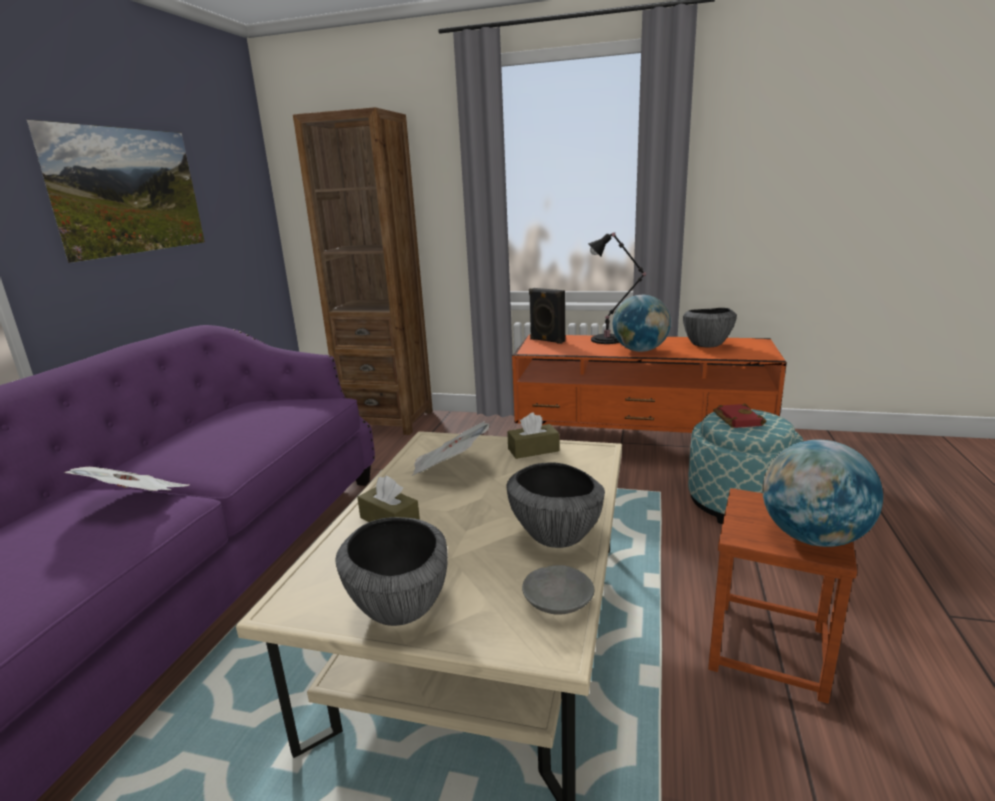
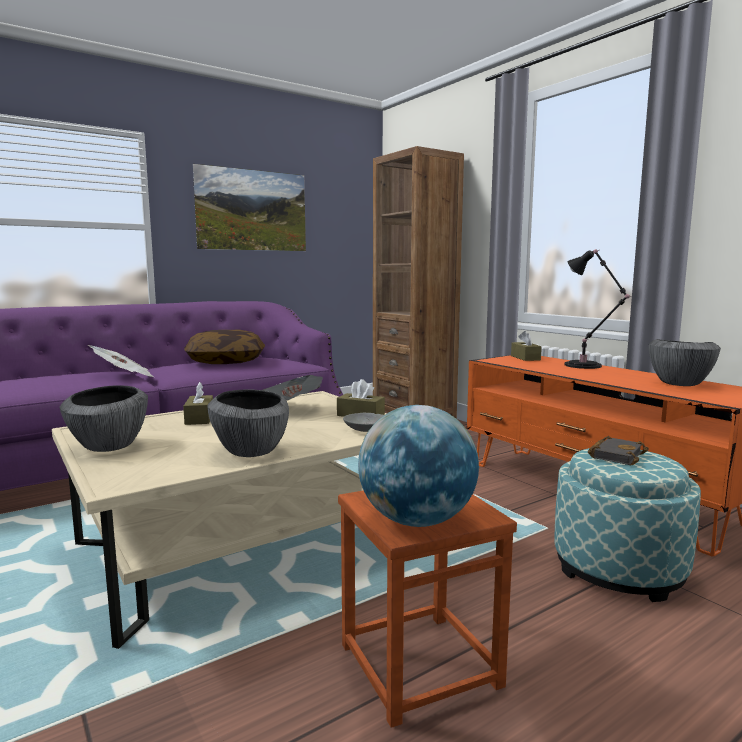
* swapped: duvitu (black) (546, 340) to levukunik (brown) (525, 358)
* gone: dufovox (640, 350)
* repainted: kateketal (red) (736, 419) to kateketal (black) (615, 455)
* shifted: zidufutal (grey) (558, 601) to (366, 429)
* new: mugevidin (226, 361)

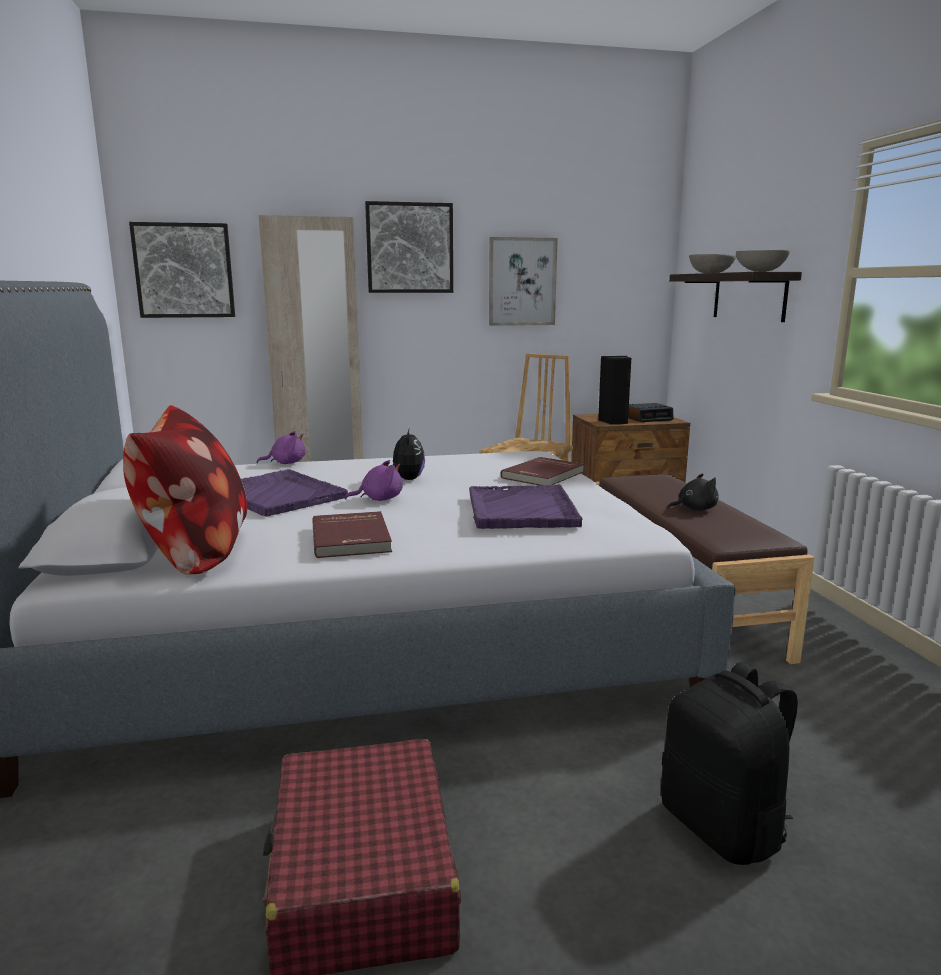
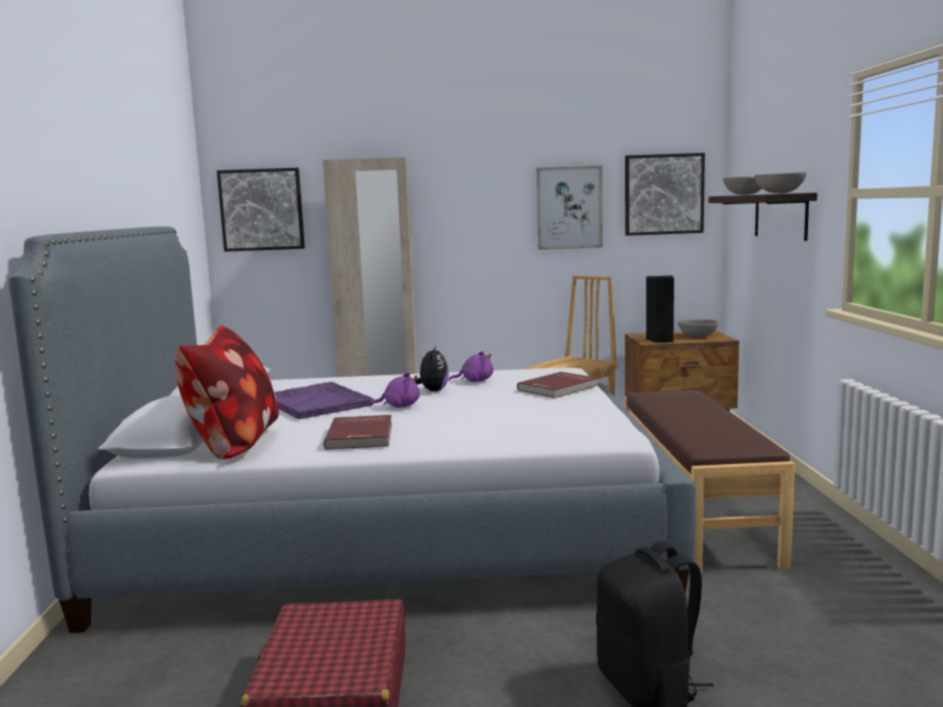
* shifted: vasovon (409, 248) to (663, 194)
* swapped: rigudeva (647, 418) to zidufutal (grey) (697, 336)
* shifted: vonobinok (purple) (286, 463) to (474, 381)
* gone: vonobinok (black) (694, 509)
* gone: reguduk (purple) (521, 510)

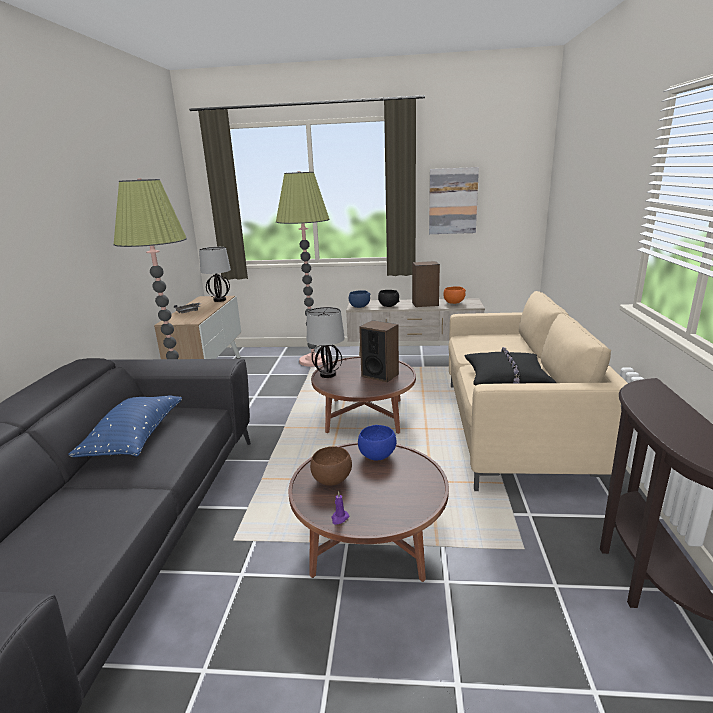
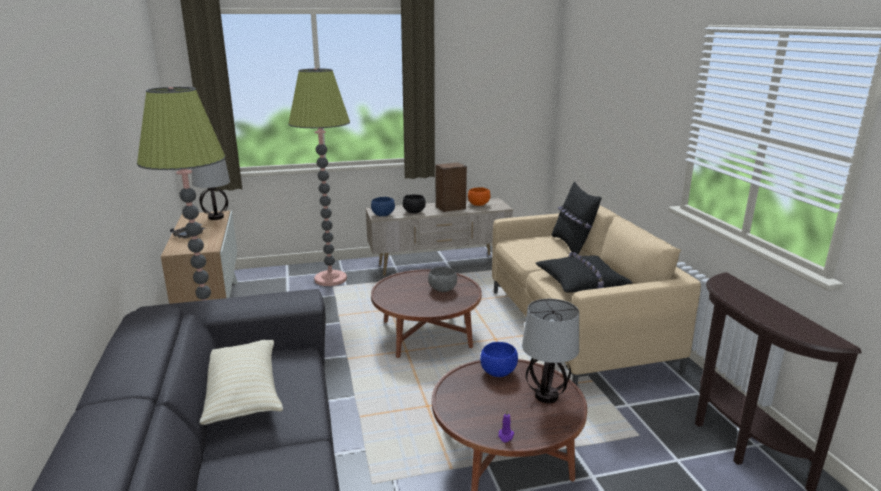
* gone: vasovon (453, 201)
* shifted: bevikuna (327, 375) to (546, 396)
* swapped: duvitu (380, 375) to zidufutal (grey) (443, 289)
* repainted: mugevidin (blue) (134, 439) to mugevidin (beige) (243, 394)
* gone: zidufutal (brown) (331, 480)
* new: mugevidin (black) (572, 245)

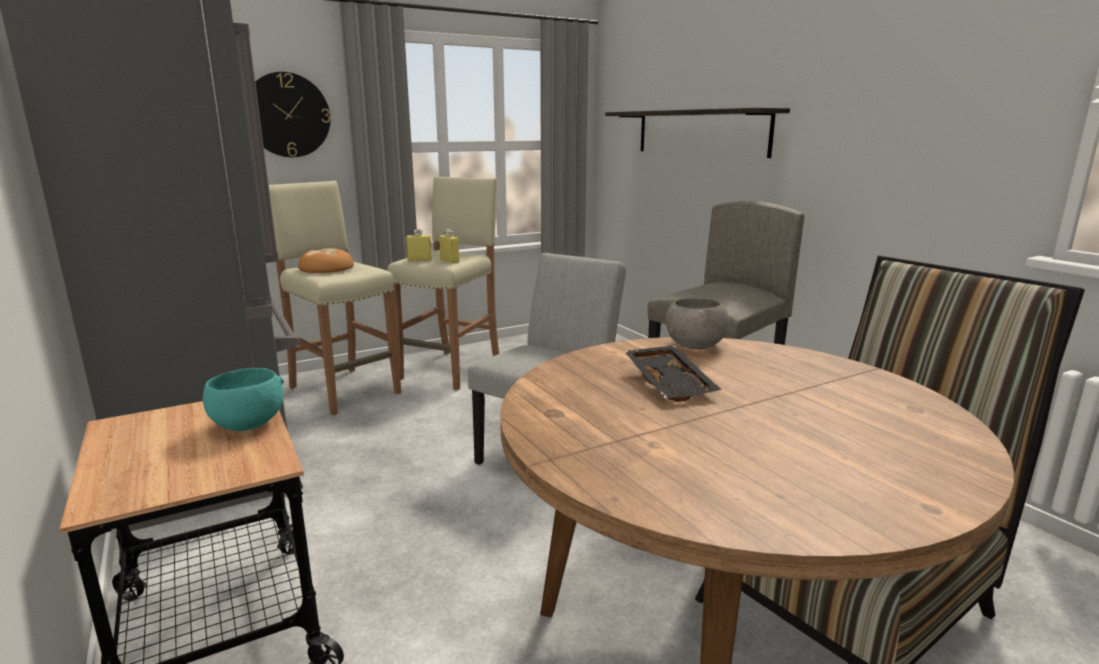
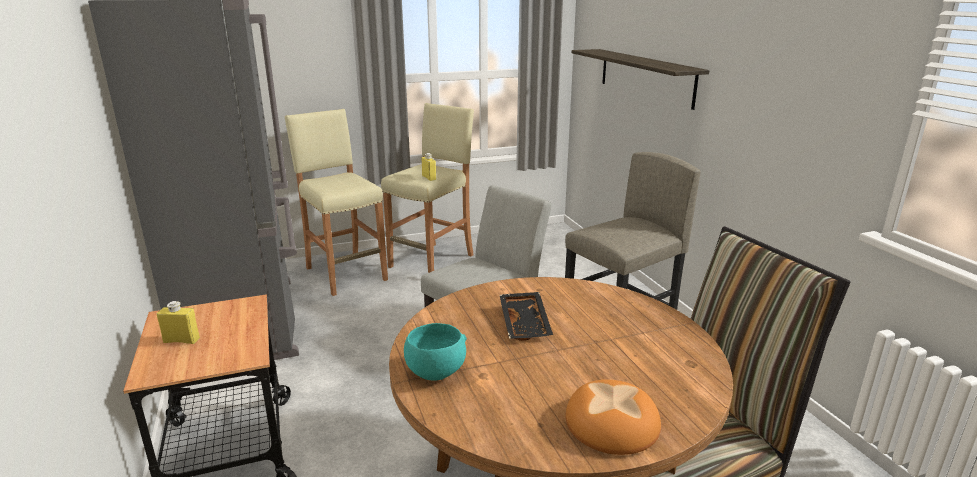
* gone: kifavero (287, 115)
* shifted: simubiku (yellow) (420, 260) to (181, 340)
* shifted: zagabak (326, 268) to (612, 424)
* gone: zidufutal (grey) (696, 345)
* shifted: zidufutal (turquoise) (246, 425) to (434, 372)

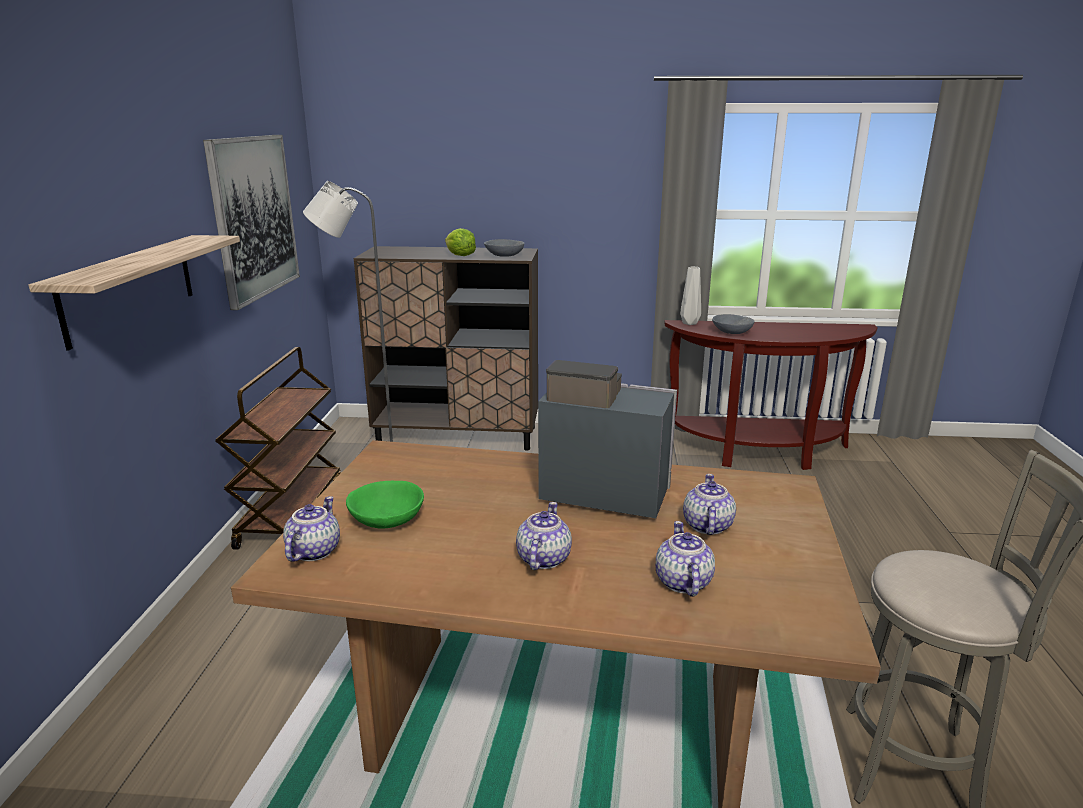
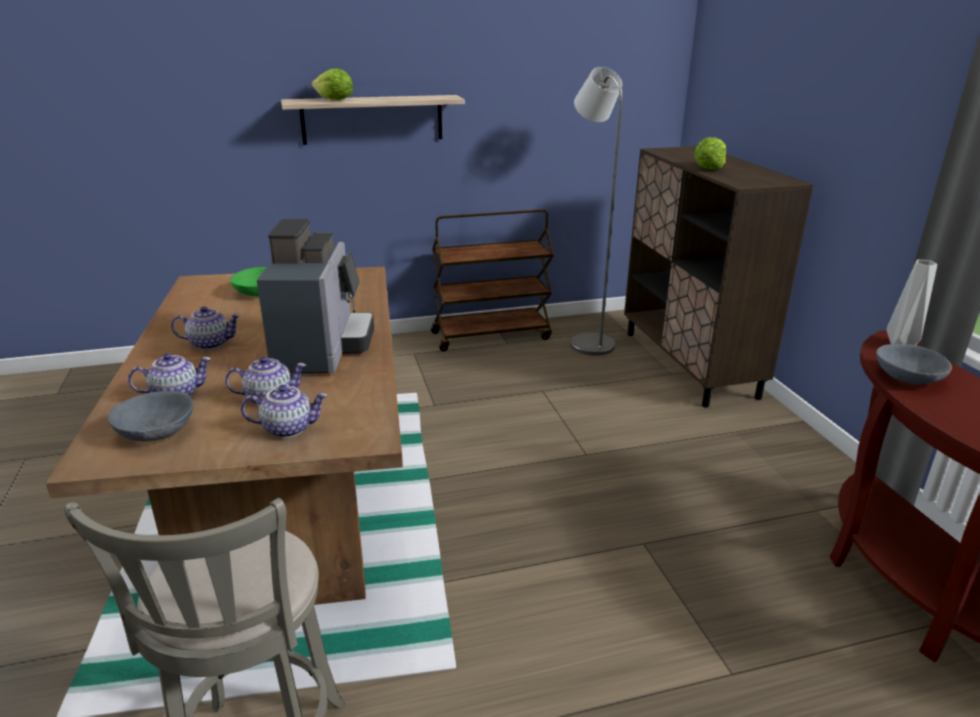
* gone: vasovon (254, 217)
* shifted: zidufutal (grey) (503, 255) to (156, 431)
* shifted: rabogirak (313, 551) to (289, 428)
* new: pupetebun (334, 100)

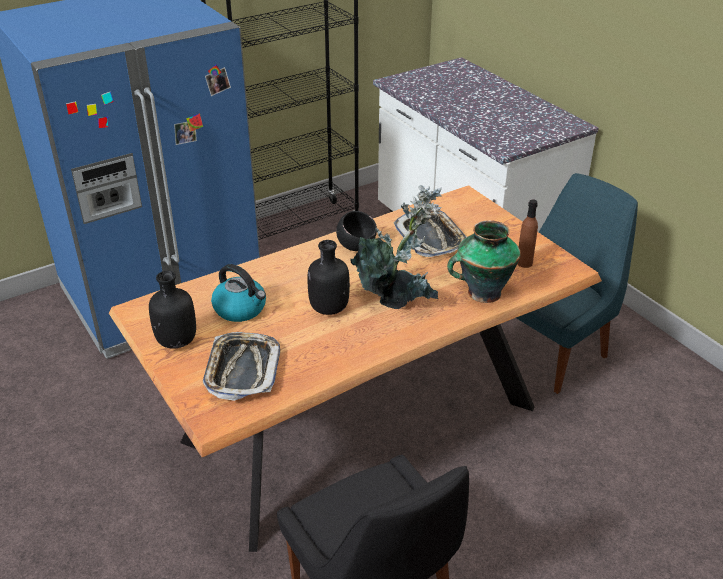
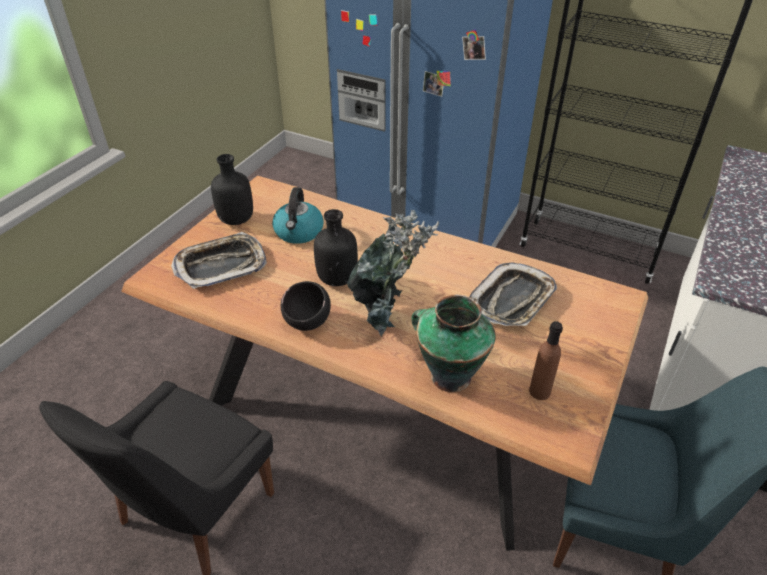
* shifted: zidufutal (black) (356, 246) to (308, 322)

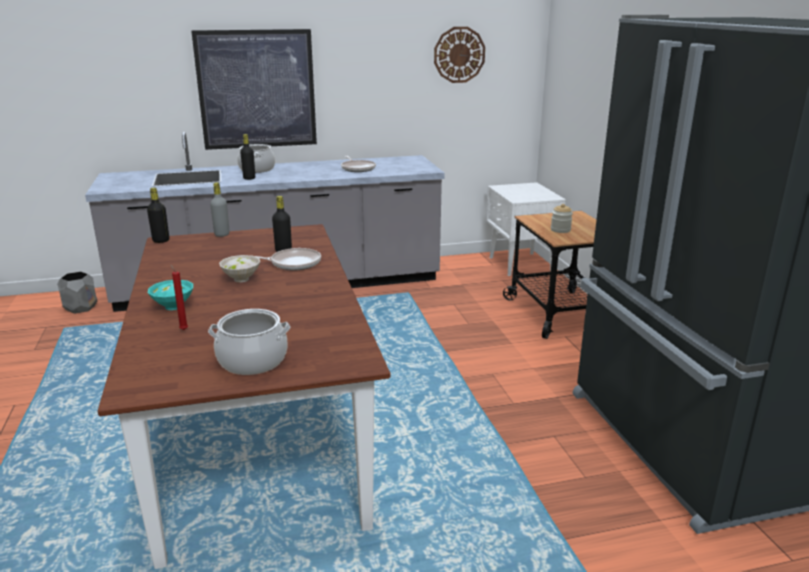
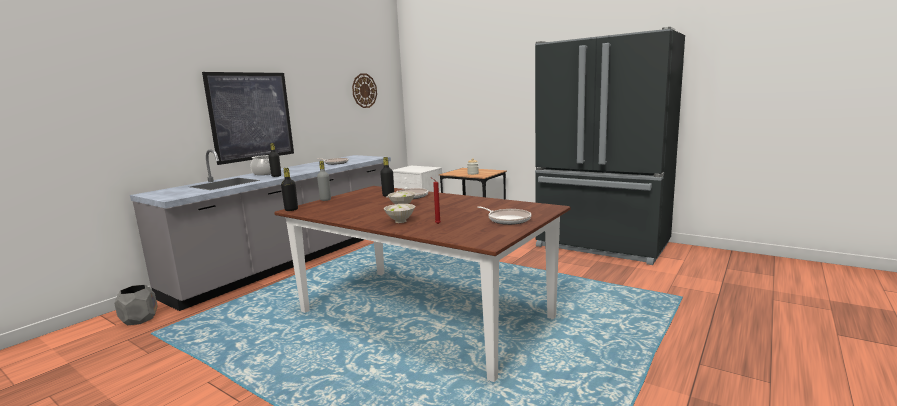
* repainted: zidufutal (turquoise) (174, 306) to zidufutal (white) (401, 221)
* swapped: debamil (253, 360) to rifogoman (507, 219)

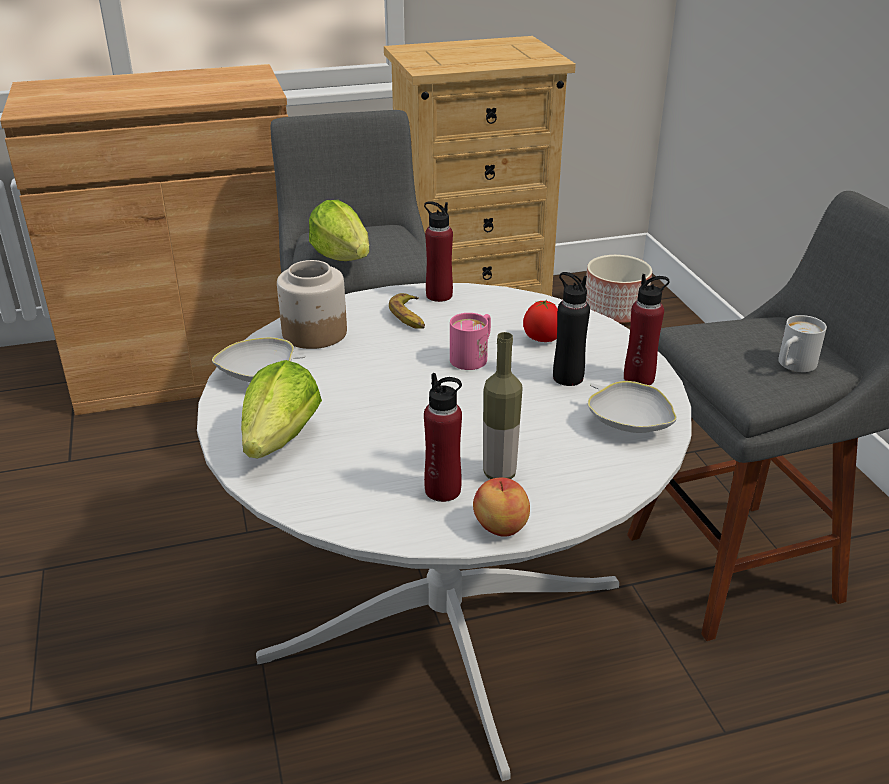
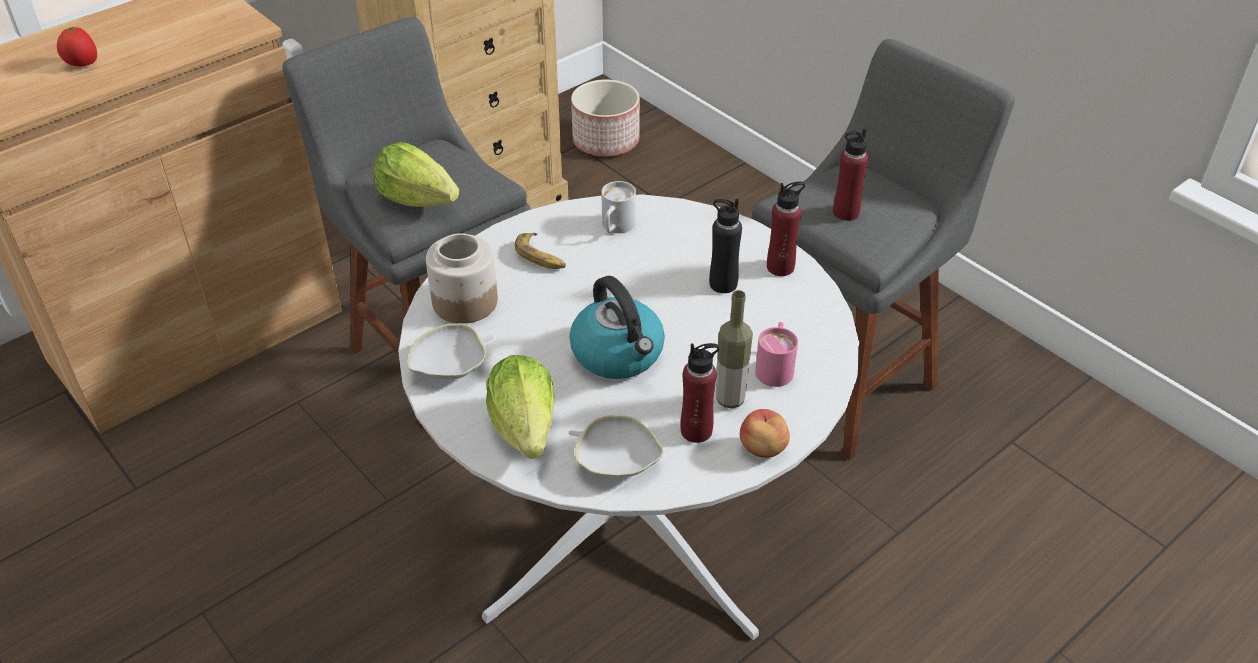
* shifted: simubiku (red) (439, 295) to (845, 212)
* shifted: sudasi (541, 340) to (82, 64)
* shifted: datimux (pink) (473, 356) to (775, 367)
* shifted: datimux (white) (793, 366) to (616, 228)
* shifted: zidufutal (white) (628, 423) to (615, 460)
* new: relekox (618, 354)

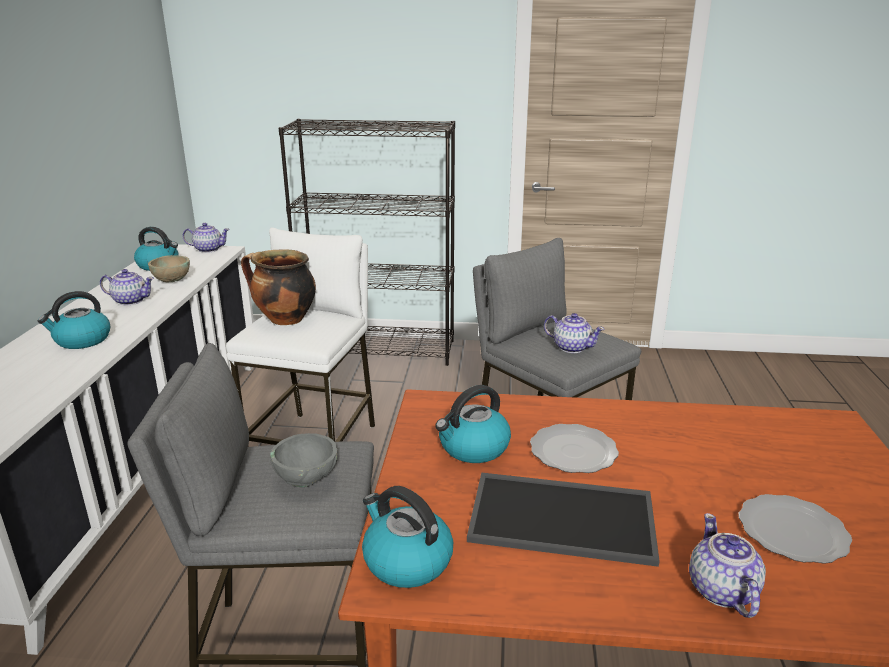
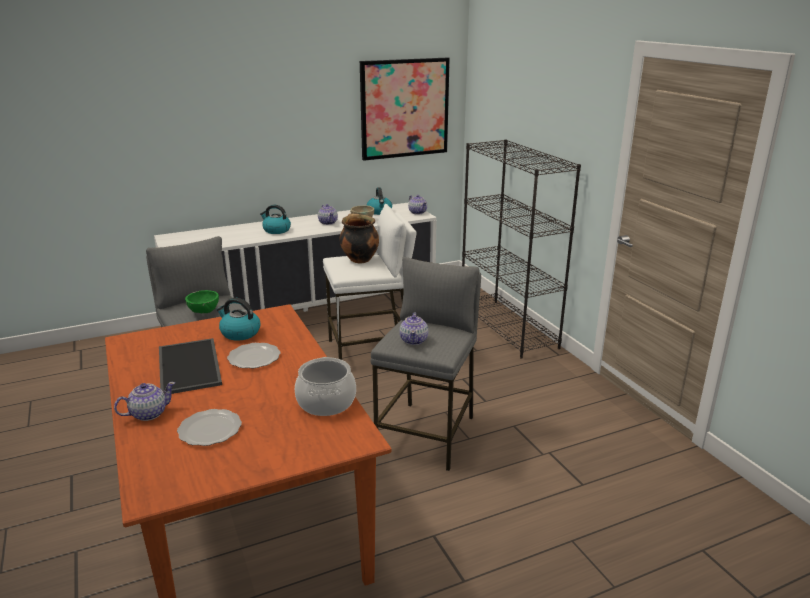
* repainted: zidufutal (grey) (307, 479) to zidufutal (green) (204, 312)
* gone: relekox (406, 561)
* new: vasovon (404, 108)
* new: debamil (325, 402)

